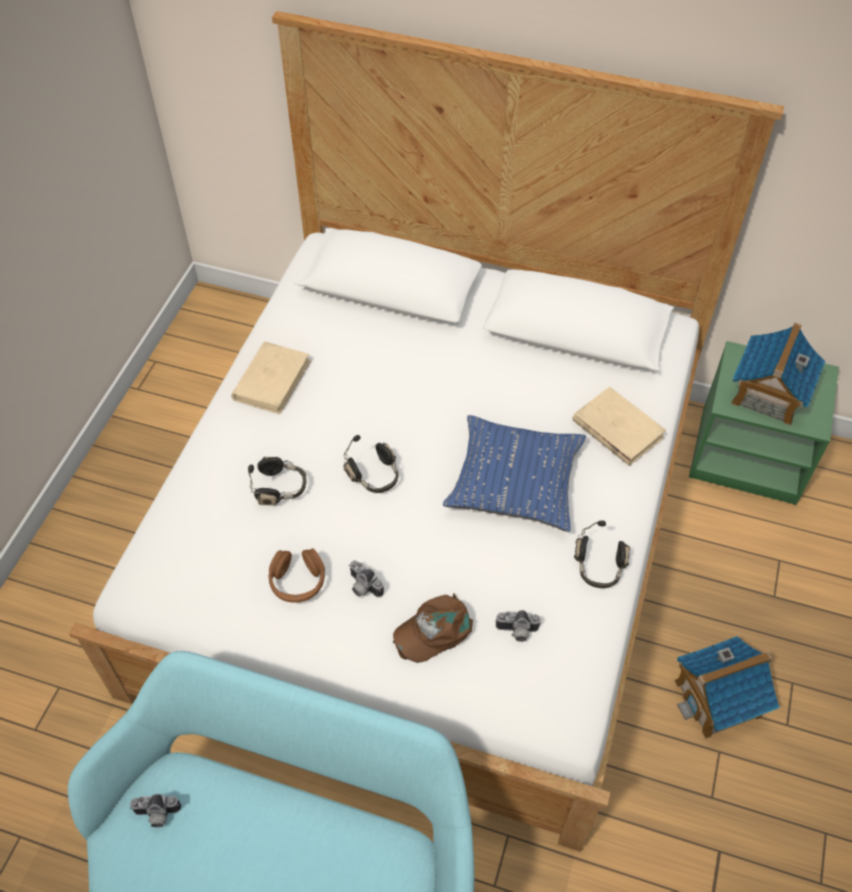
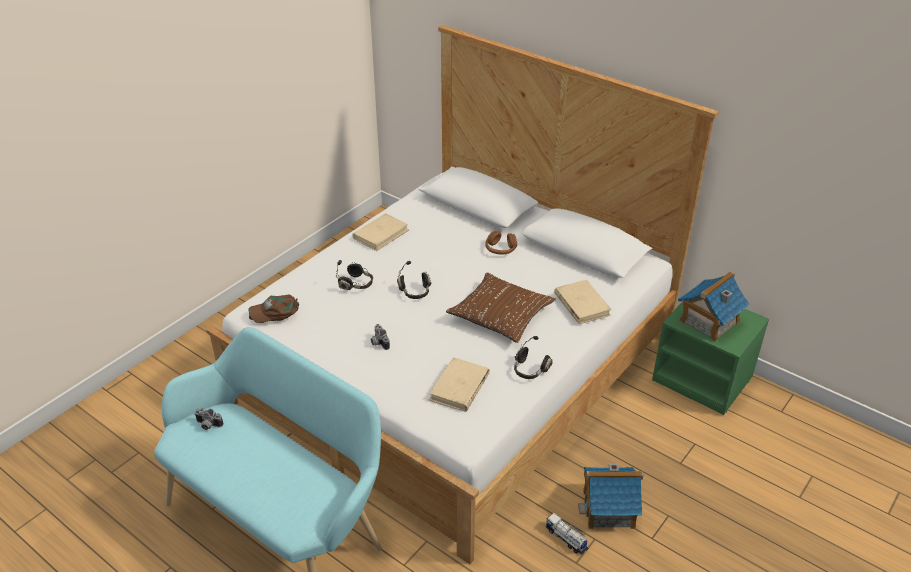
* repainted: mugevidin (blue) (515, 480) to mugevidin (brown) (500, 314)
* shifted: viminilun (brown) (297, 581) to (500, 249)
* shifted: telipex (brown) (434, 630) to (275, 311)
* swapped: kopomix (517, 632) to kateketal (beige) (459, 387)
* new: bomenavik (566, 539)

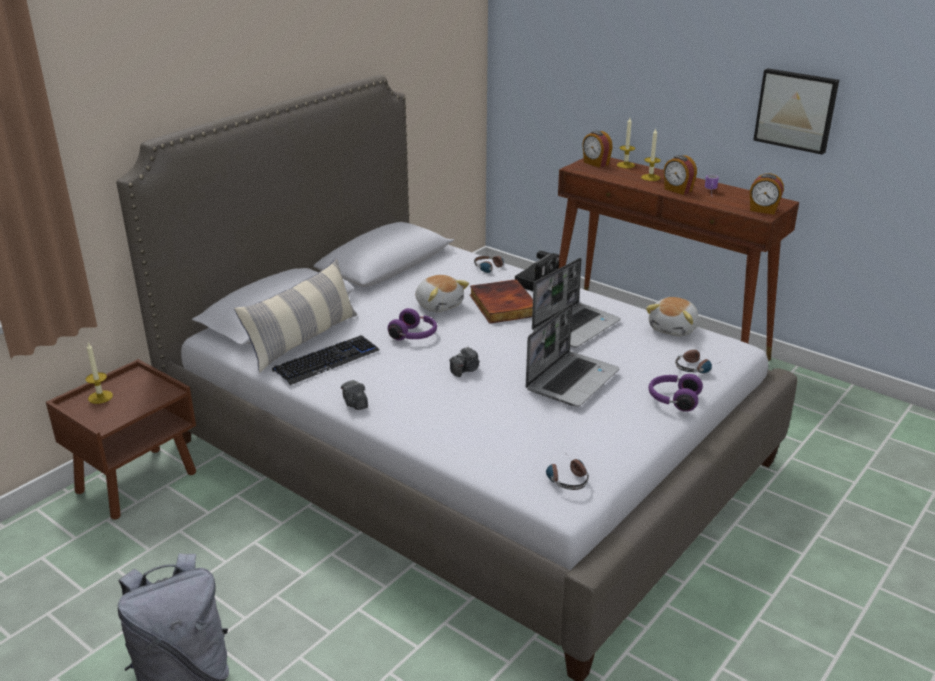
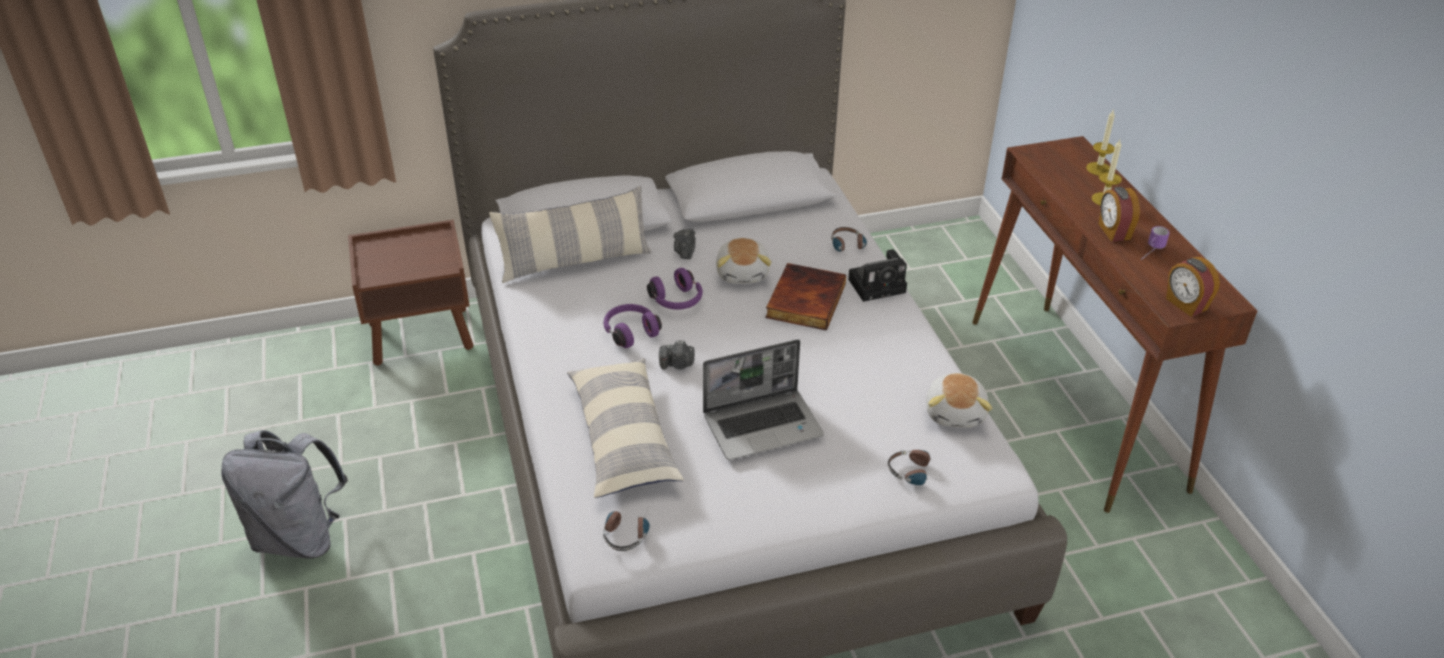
* gone: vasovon (796, 110)
* gone: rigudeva (595, 163)
* gone: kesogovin (575, 326)
* rotated: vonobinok (674, 329) = (956, 412) 60 degrees counterclockwise
* gone: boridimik (327, 361)
* gone: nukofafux (100, 397)
* shifted: viminilun (purple) (673, 400) to (630, 332)
* shifted: kopomix (355, 403) to (685, 251)
* new: mugevidin (622, 439)

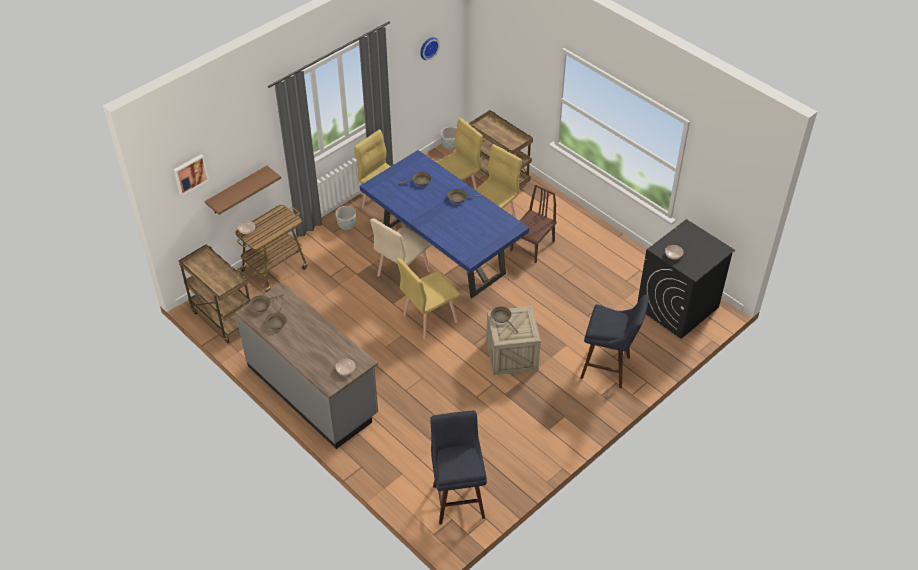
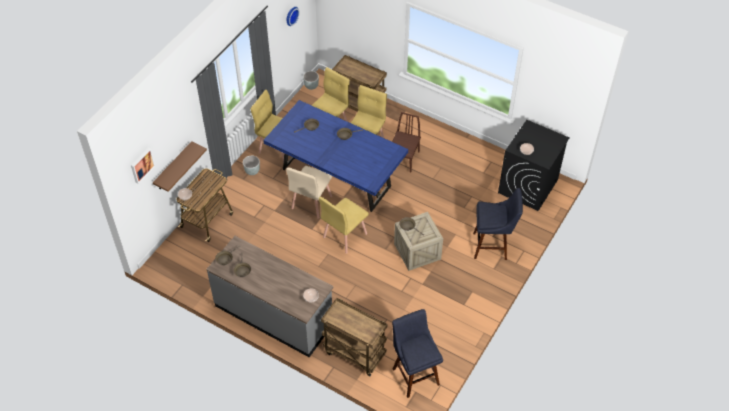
* shifted: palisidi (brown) (222, 318) to (354, 353)

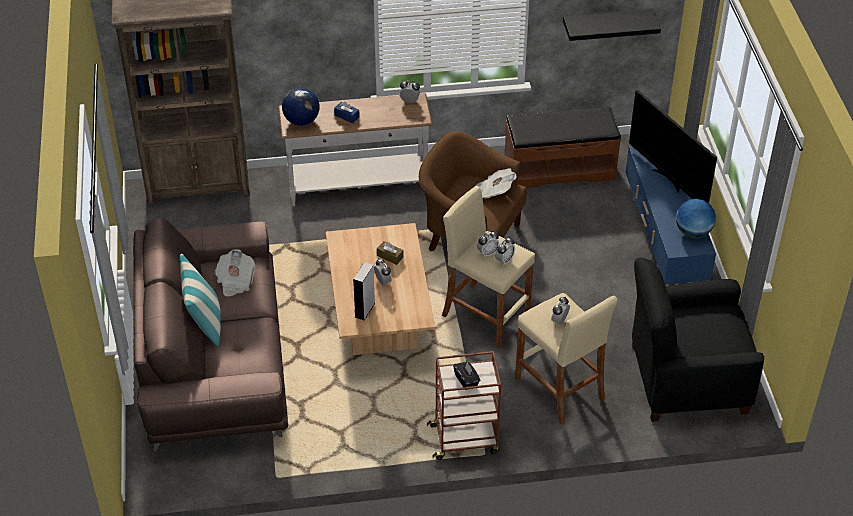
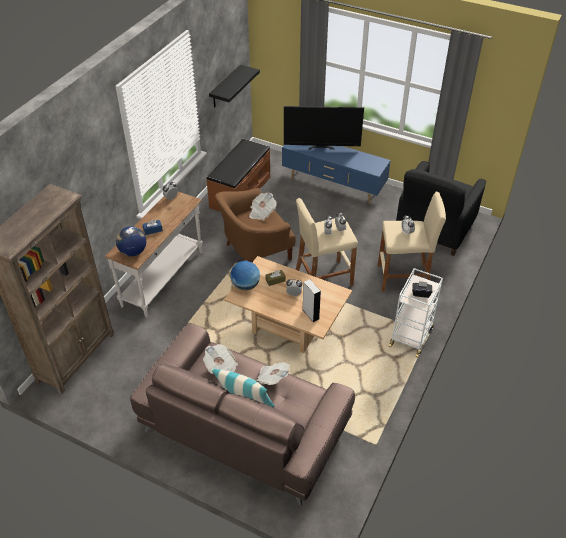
* shifted: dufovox (693, 232) to (245, 285)
* repainted: palisidi (brown) (465, 439) to palisidi (white) (411, 336)
* new: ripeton (272, 378)

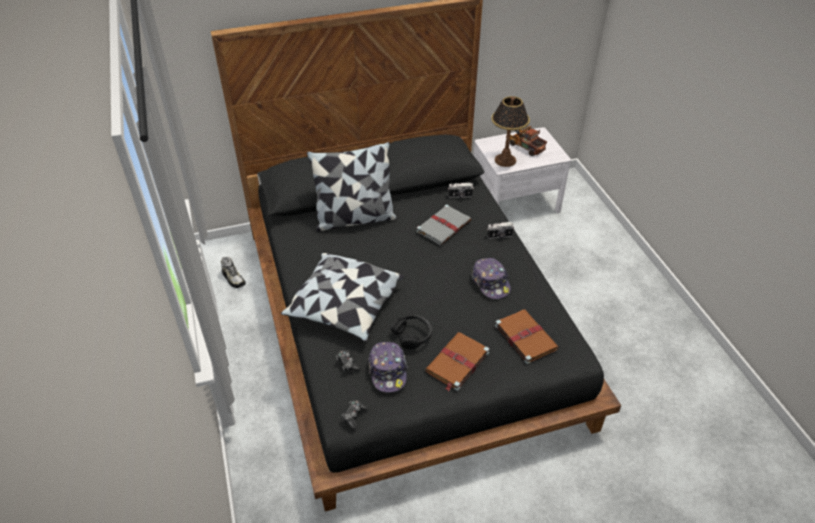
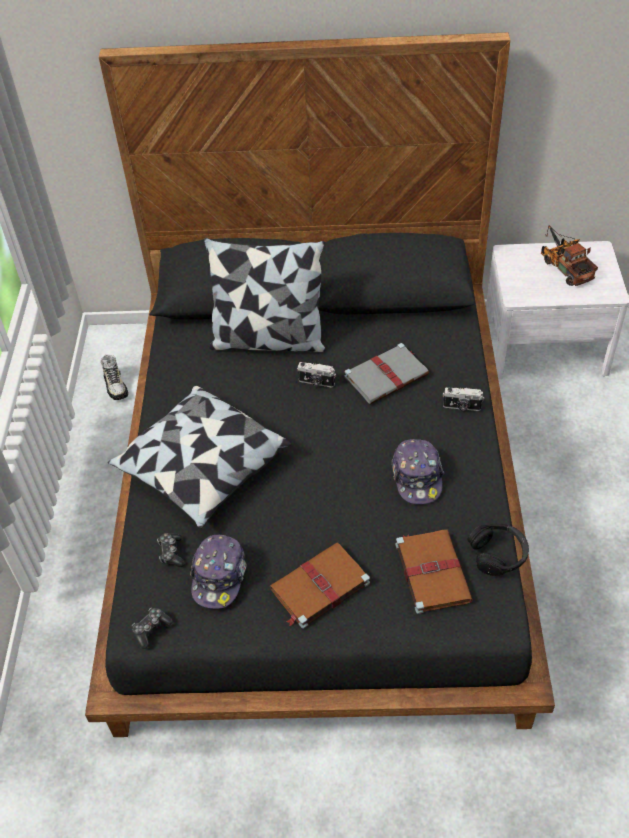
* gone: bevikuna (505, 160)
* shifted: kopomix (460, 196) to (316, 382)
* shifted: viminilun (black) (412, 335) to (498, 554)

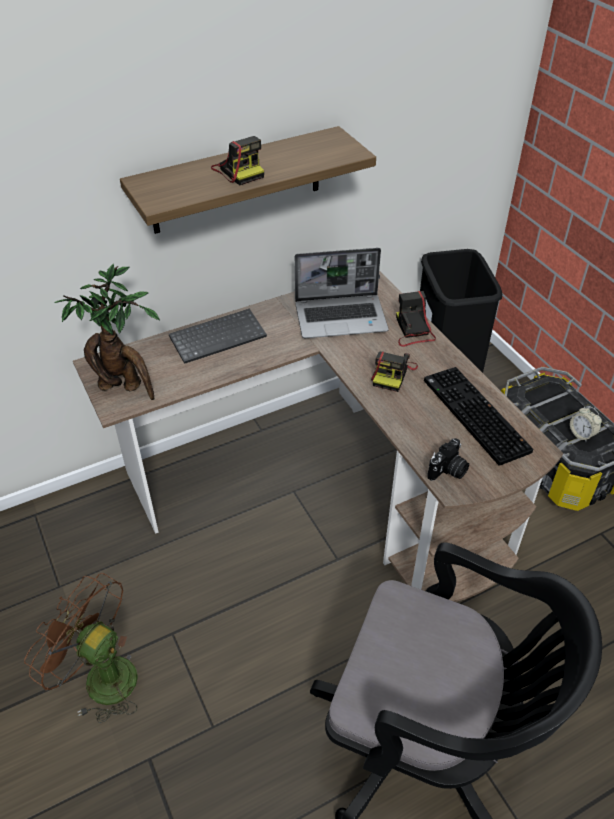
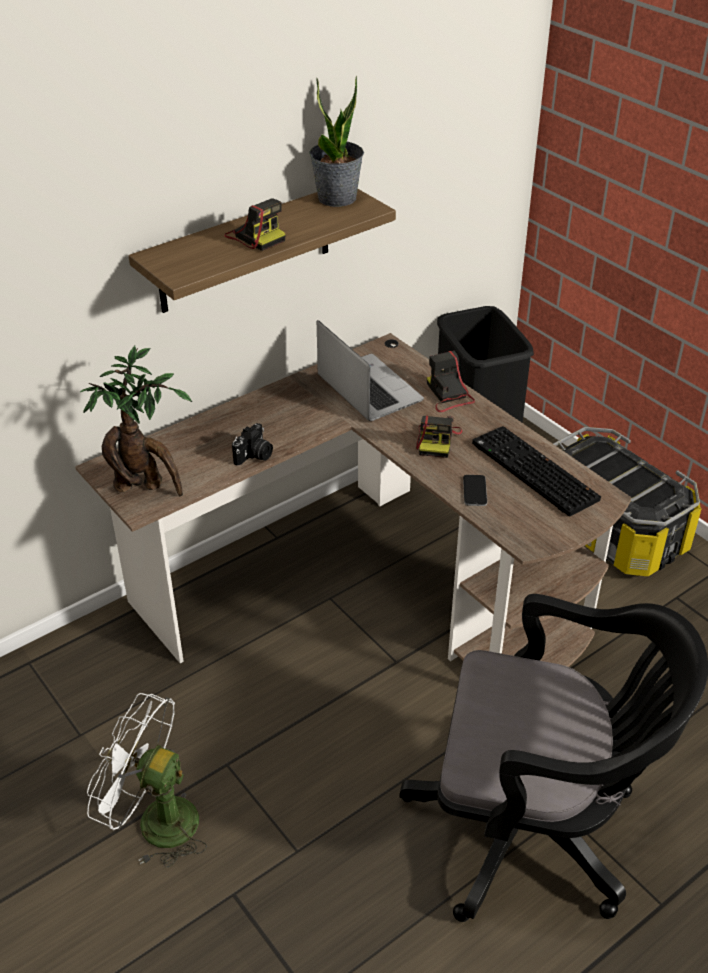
* rotated: kesogovin (341, 317) = (367, 389) 105 degrees counterclockwise
* gone: boridimik (218, 336)
* gone: rigudeva (581, 434)
* shifted: kopomix (448, 471) to (254, 456)
* repainted: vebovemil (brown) (100, 677) to vebovemil (white) (155, 821)
* new: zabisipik (337, 198)
* new: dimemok (474, 491)

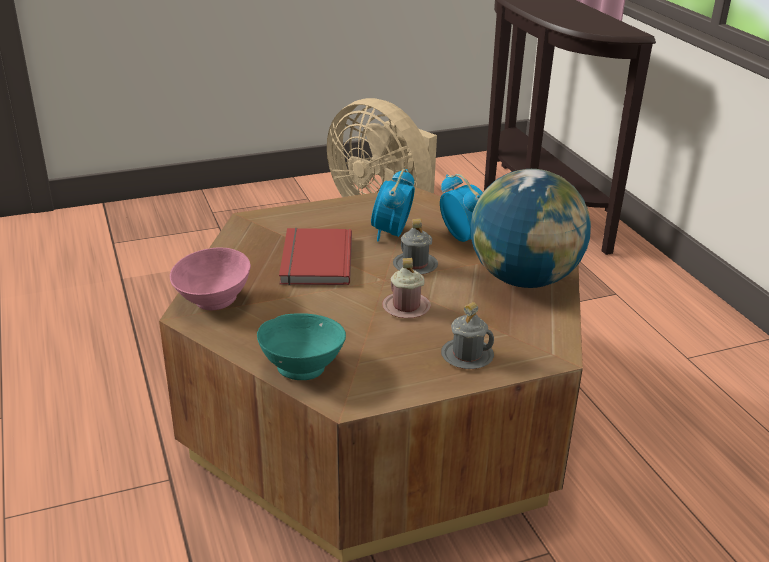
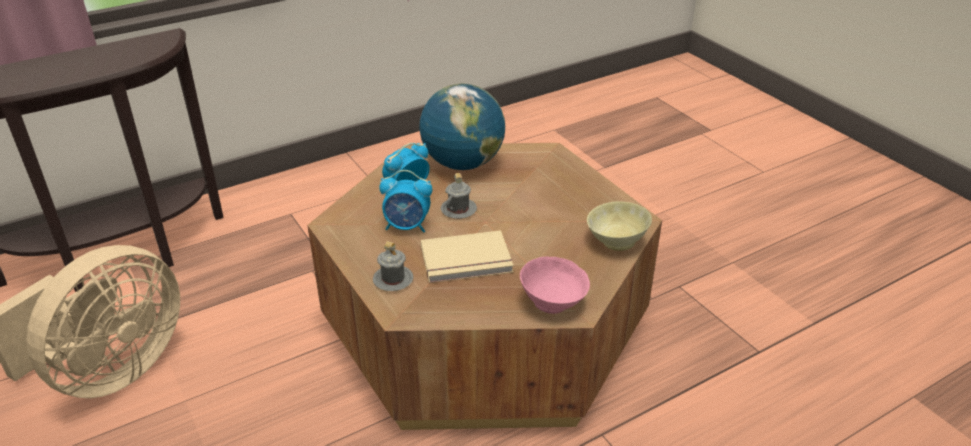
* repainted: kateketal (red) (313, 260) to kateketal (beige) (467, 261)
* gone: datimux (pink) (406, 307)
* shifted: datimux (grey) (467, 356) to (393, 280)
* repainted: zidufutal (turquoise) (303, 367) to zidufutal (beige) (616, 241)

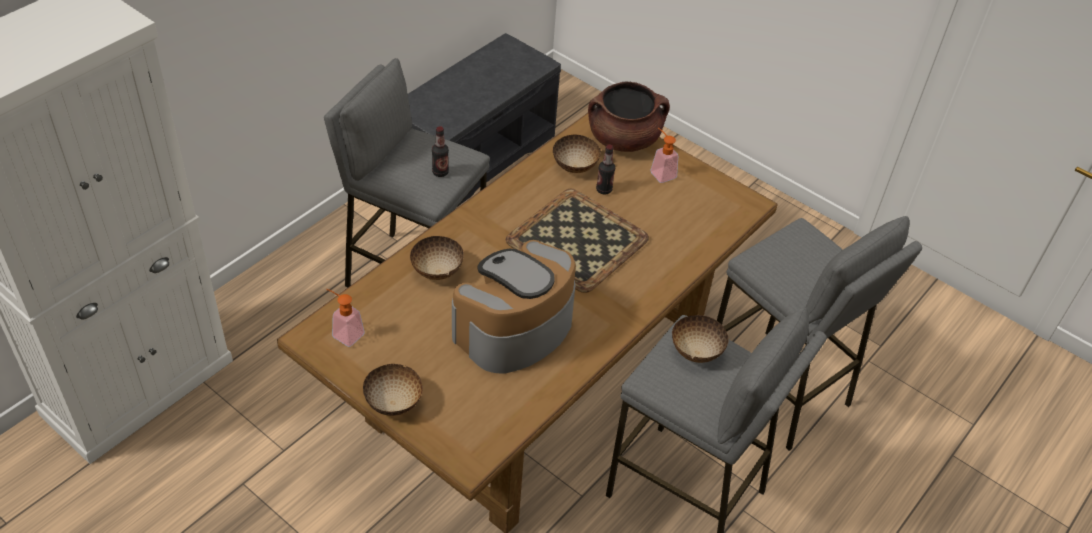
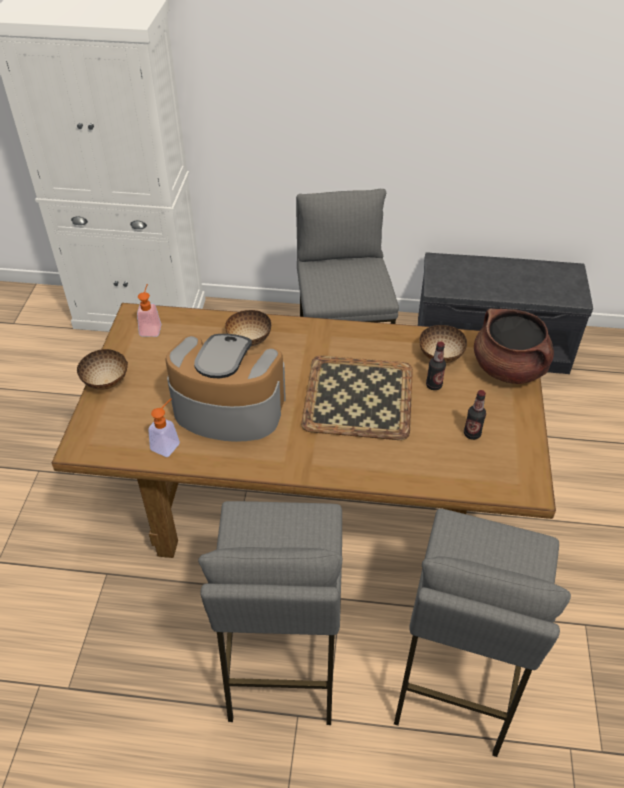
* shifted: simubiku (440, 172) to (472, 434)
* shifted: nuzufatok (660, 172) to (168, 443)
* gone: zidufutal (695, 351)

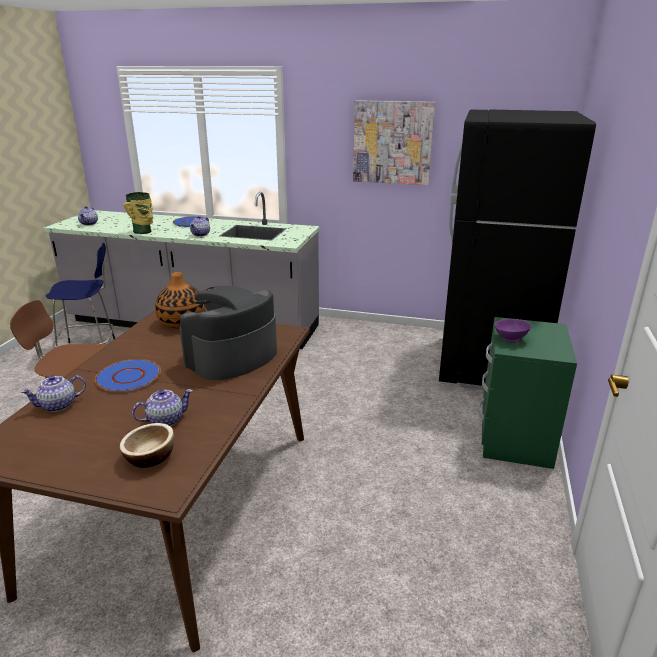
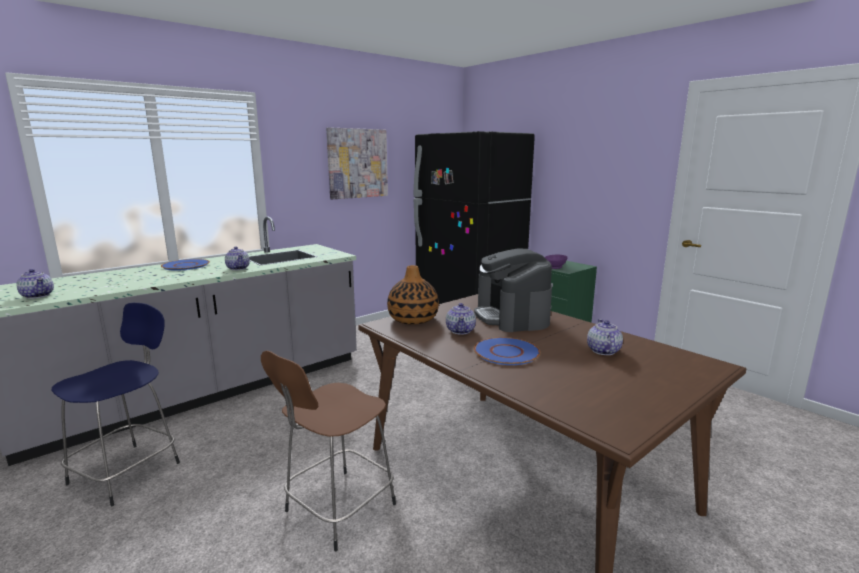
* gone: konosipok (143, 232)
* shifted: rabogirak (59, 405) to (460, 330)
* gone: zidufutal (150, 457)

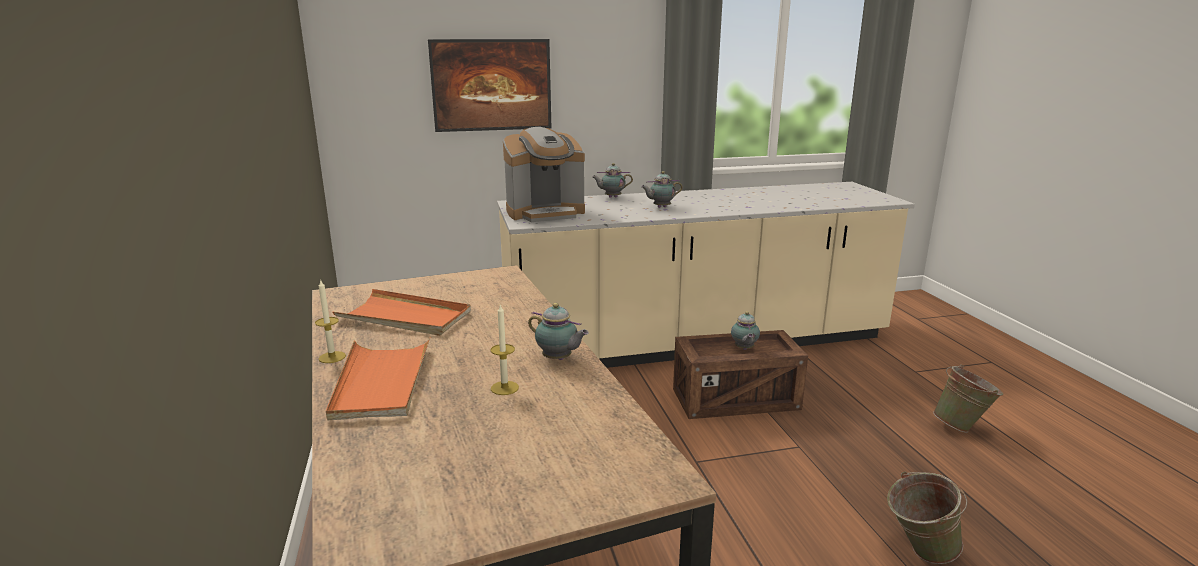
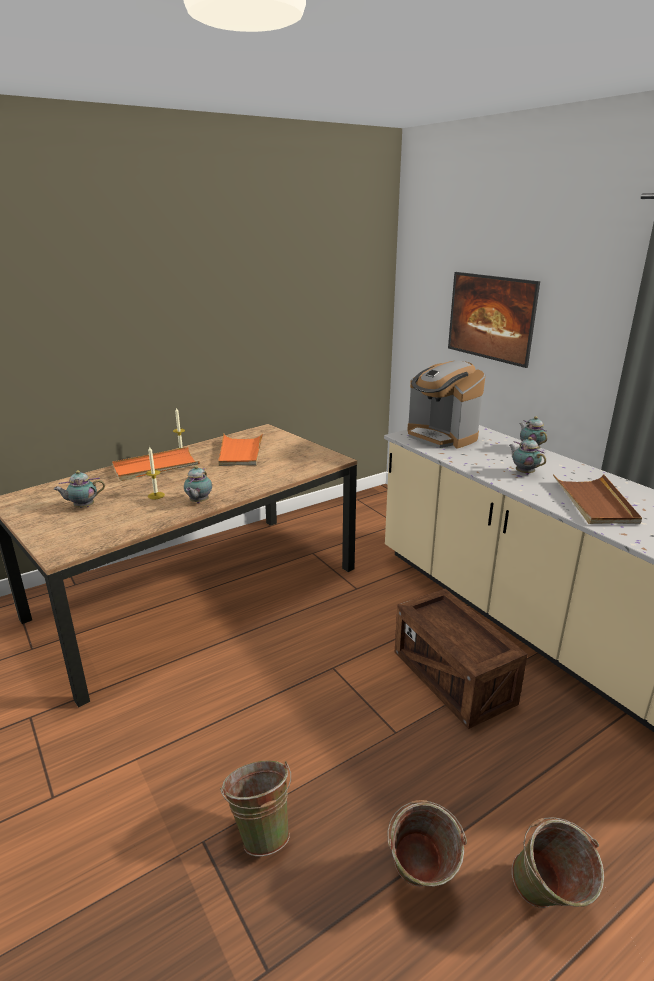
* shifted: rabogirak (744, 349) to (83, 507)
* new: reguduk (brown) (594, 502)
* new: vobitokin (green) (419, 883)

